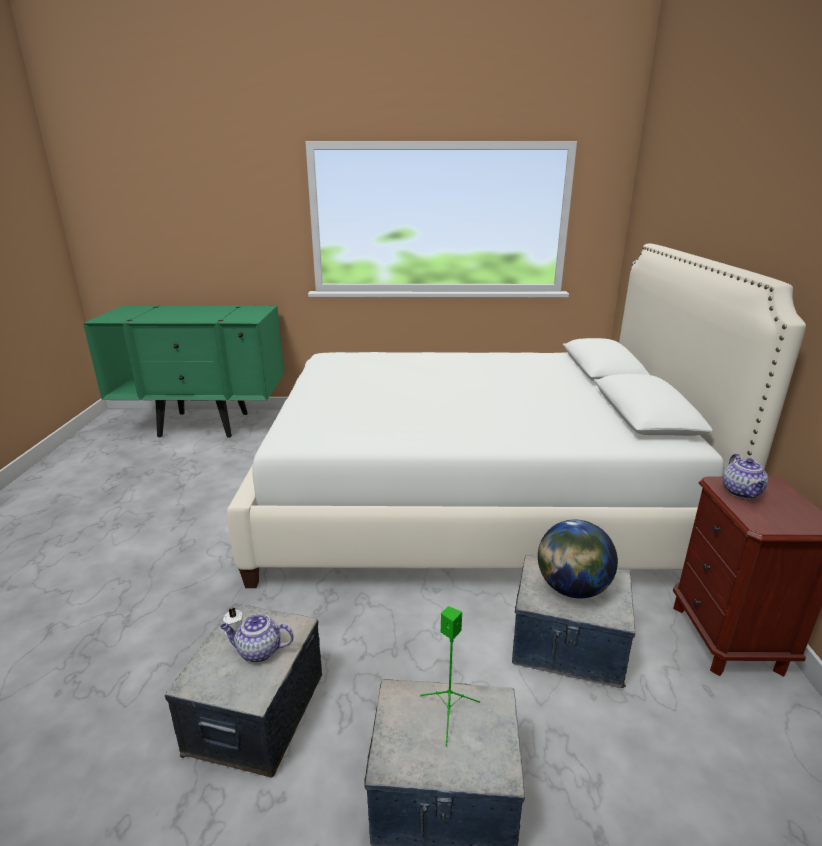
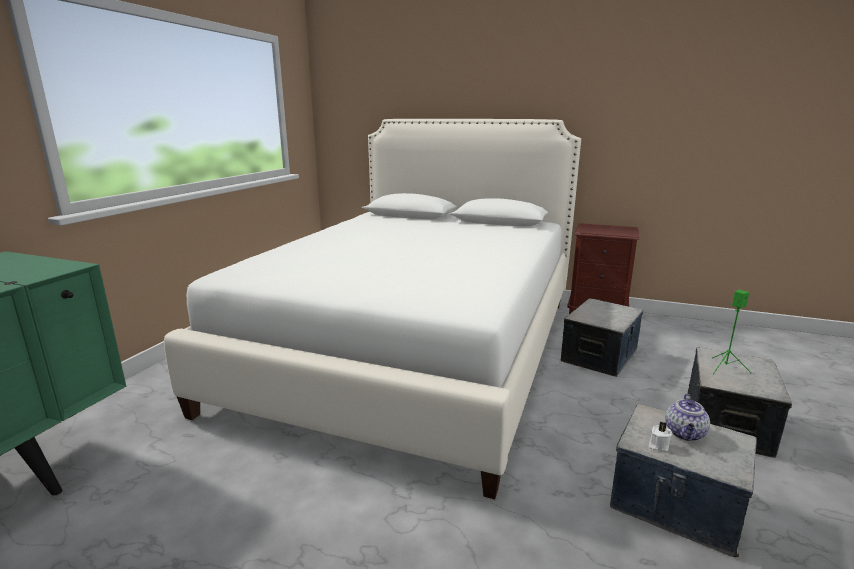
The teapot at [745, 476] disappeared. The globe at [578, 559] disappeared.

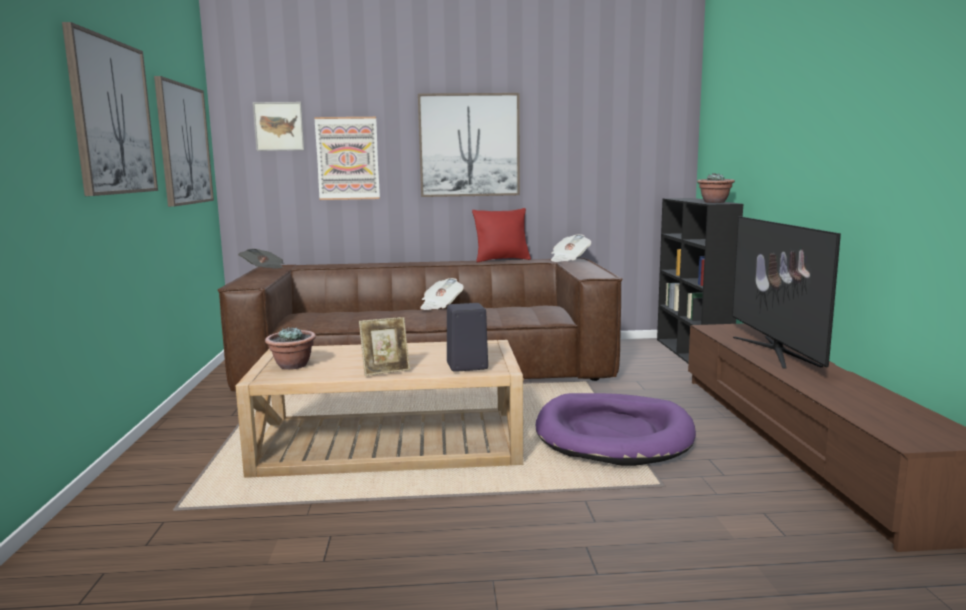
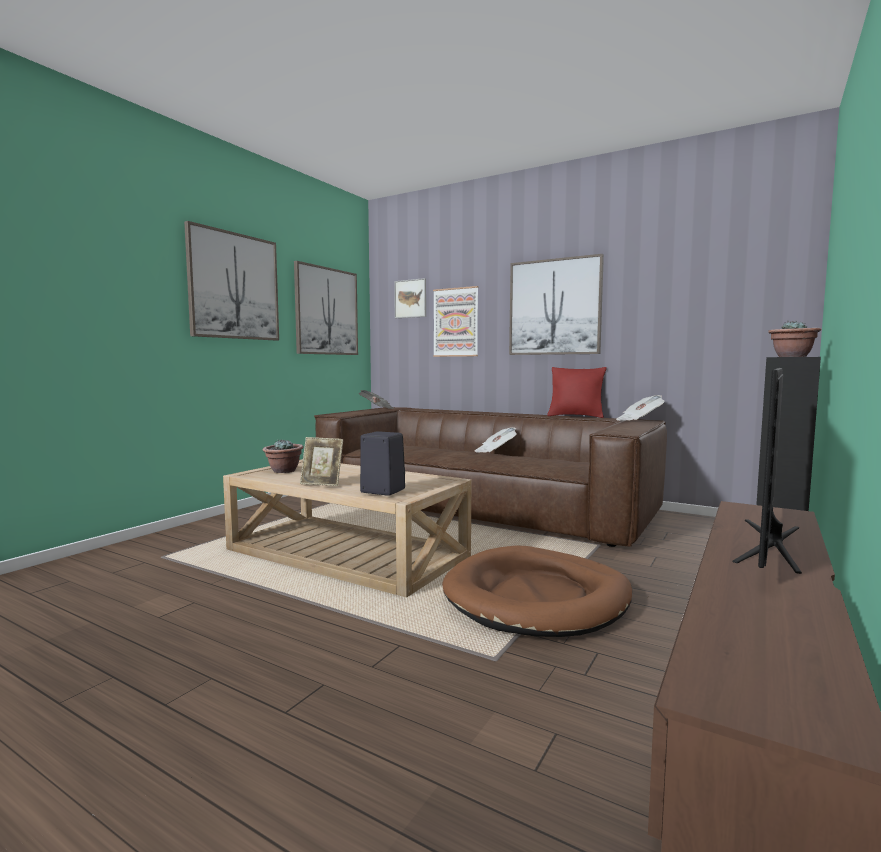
The purple dog bed at [616, 429] became the brown dog bed at [537, 591].

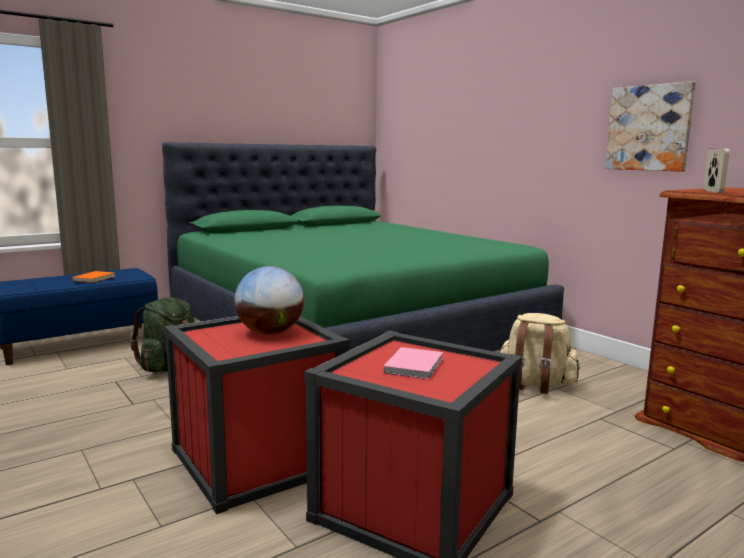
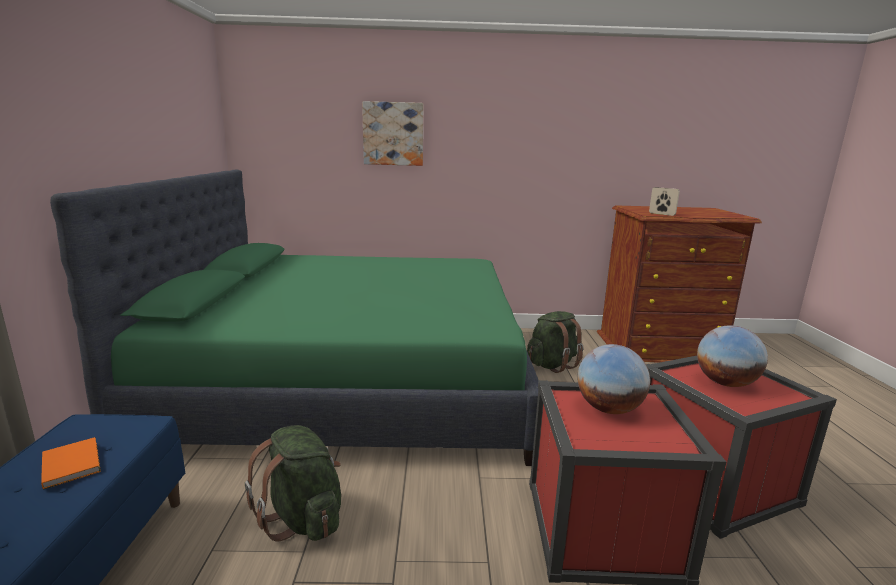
The picture moved from [650, 126] to [392, 133]. The beige backpack at [539, 353] became the green backpack at [555, 342]. The pink book at [413, 363] was replaced by the globe at [732, 356].

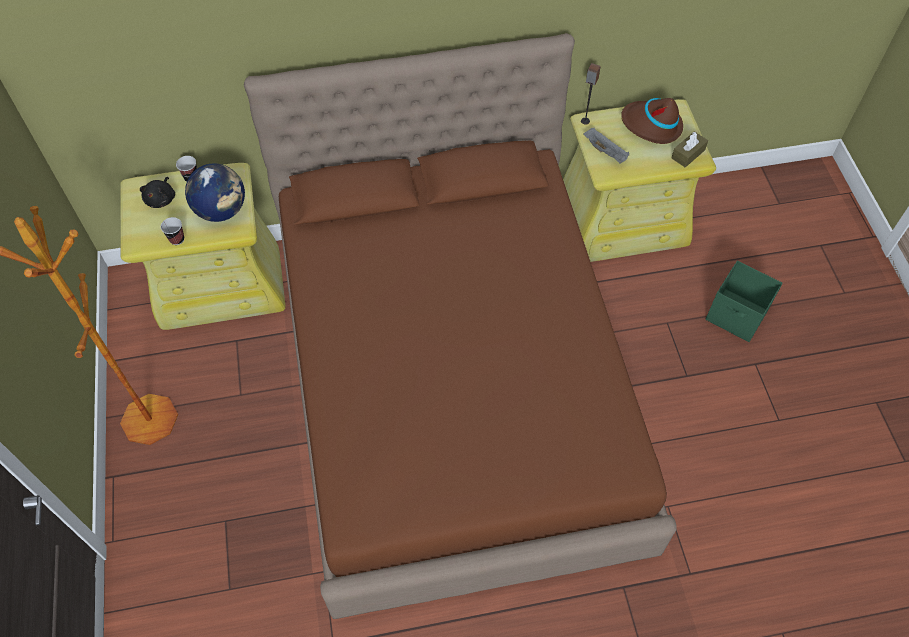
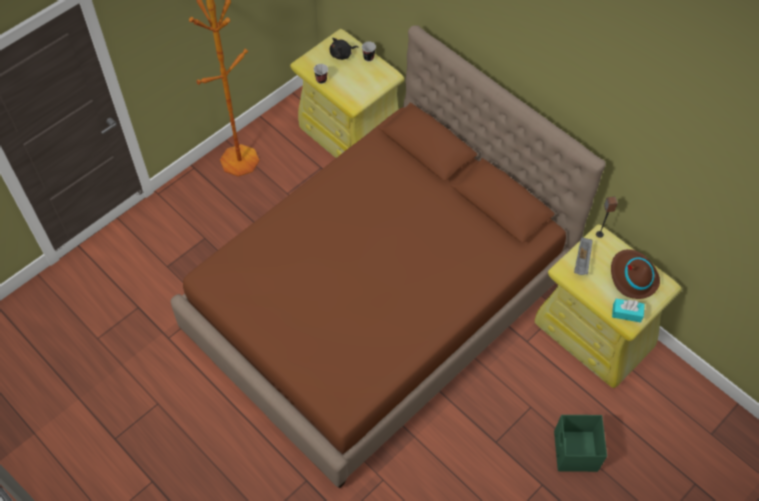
The brown tissue box at [690, 149] became the turquoise tissue box at [628, 310]. The globe at [215, 192] disappeared.

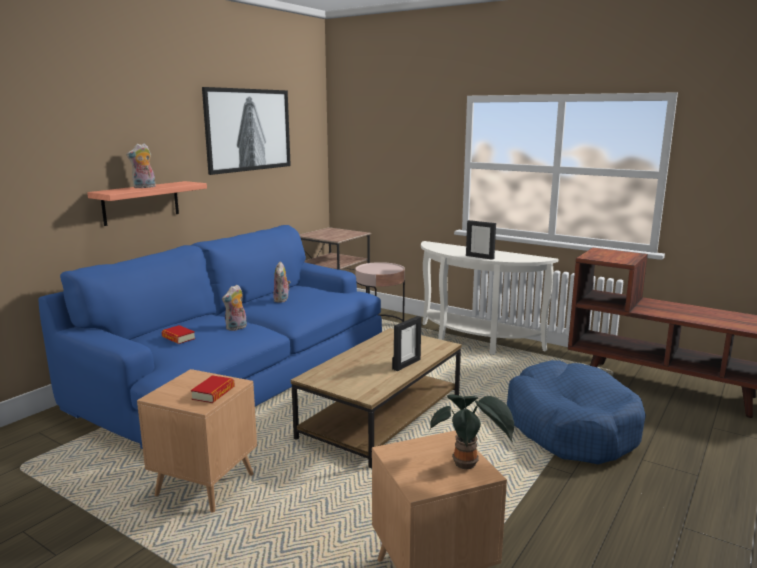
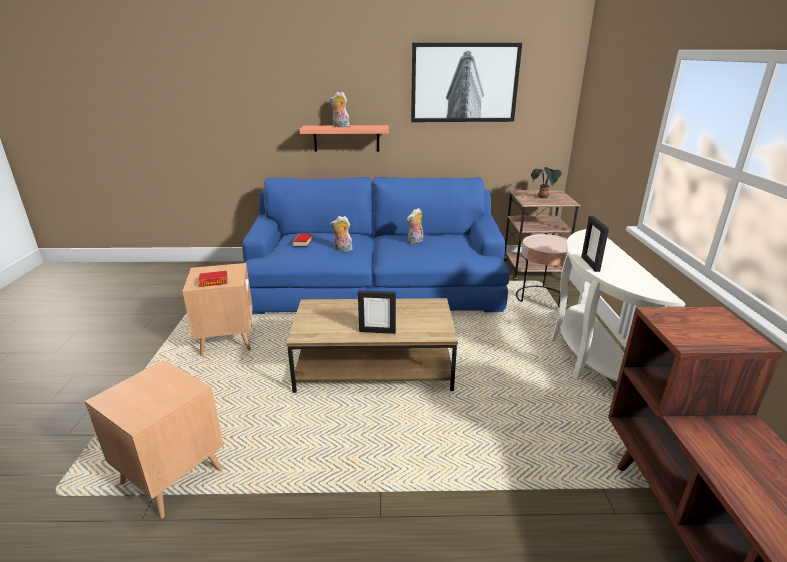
The blue dog bed at [576, 412] disappeared. The potted plant moved from [472, 431] to [546, 182].

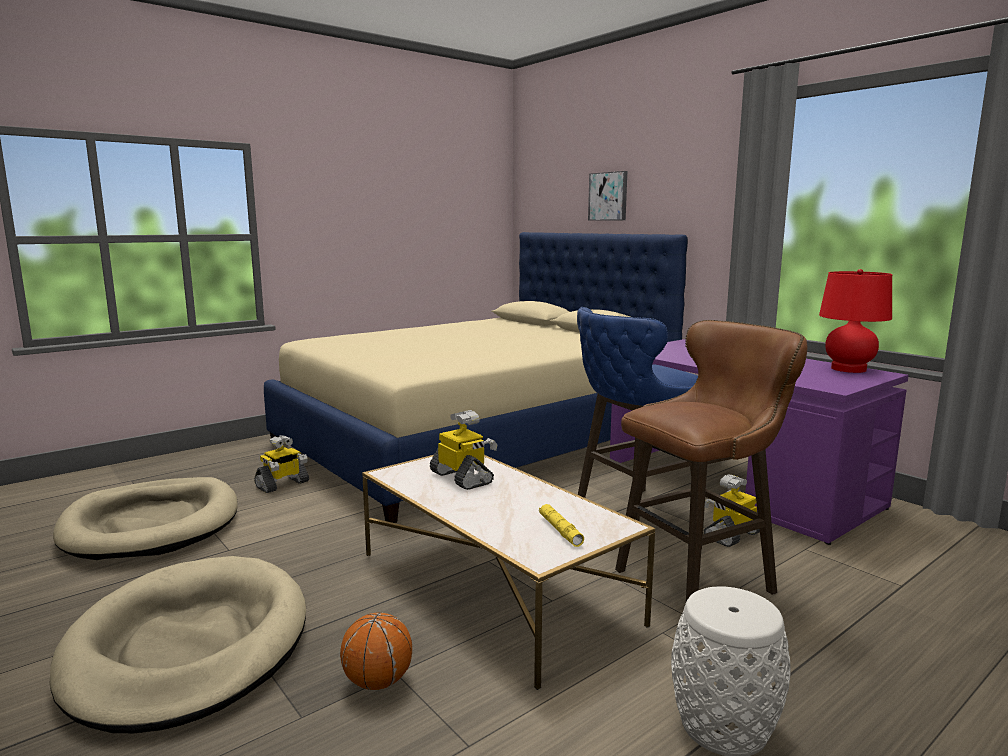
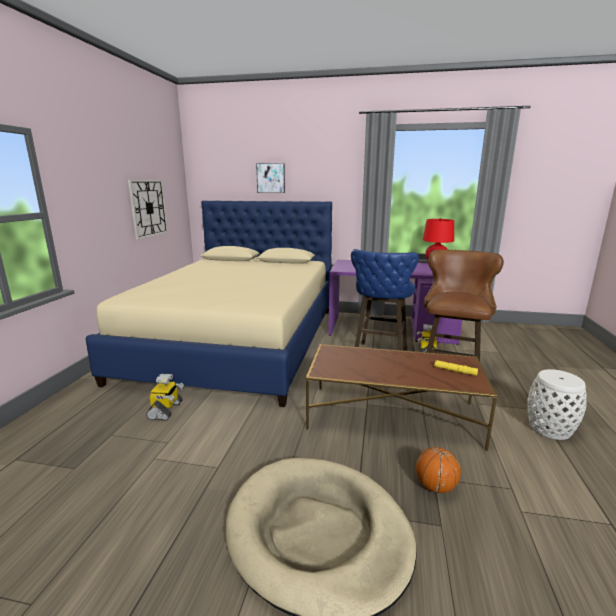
The toy robot at [464, 450] disappeared. The white coffee table at [508, 572] became the brown coffee table at [401, 397]. The beige dog bed at [145, 518] disappeared. The wall clock at [148, 209] appeared.

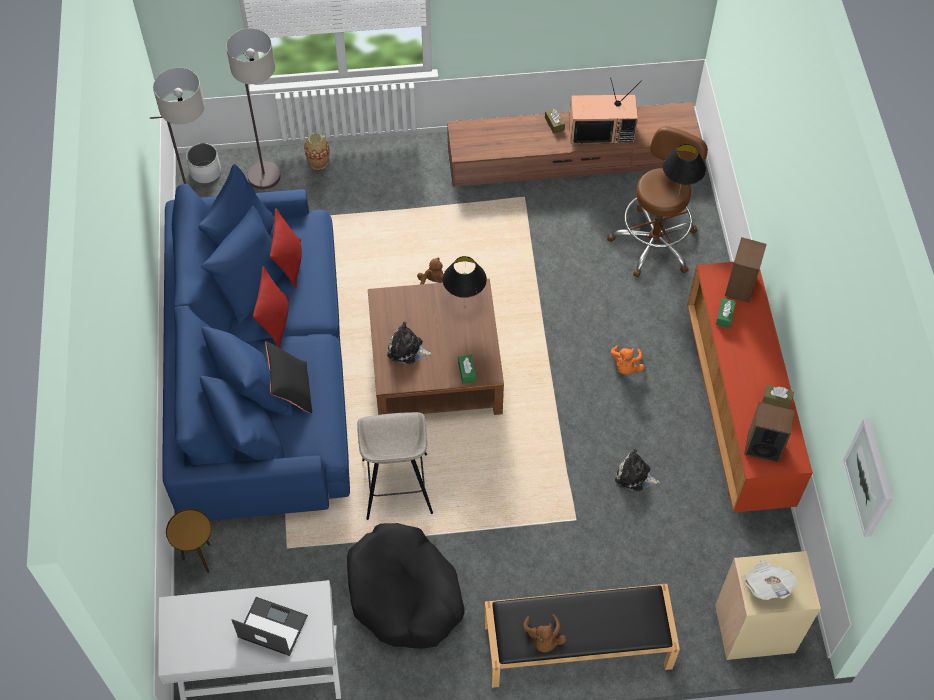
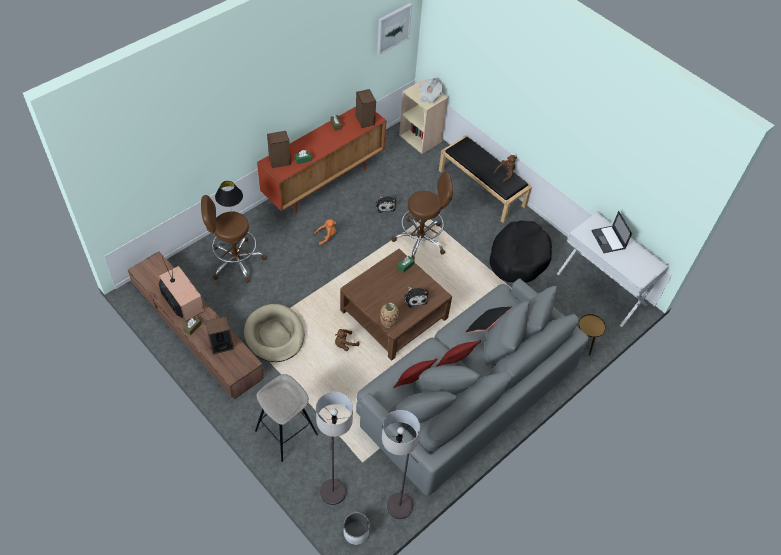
The vase moved from [317, 151] to [389, 315]. The blue sofa at [256, 342] became the grey sofa at [472, 387]. The black table lamp at [465, 280] disappeared. The grey stool moved from [395, 466] to [286, 418]. The brown stool at [422, 215] appeared. The beige dog bed at [274, 333] appeared. The speaker at [219, 335] appeared.

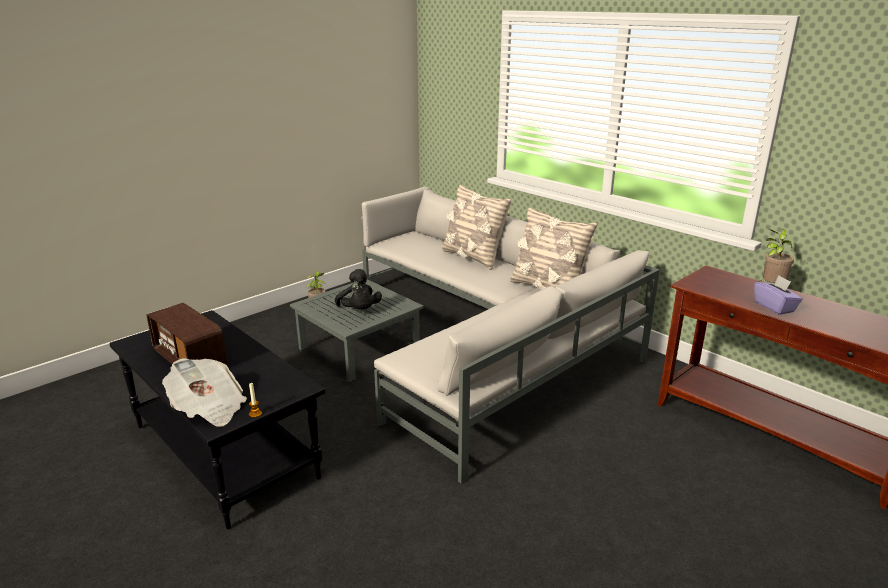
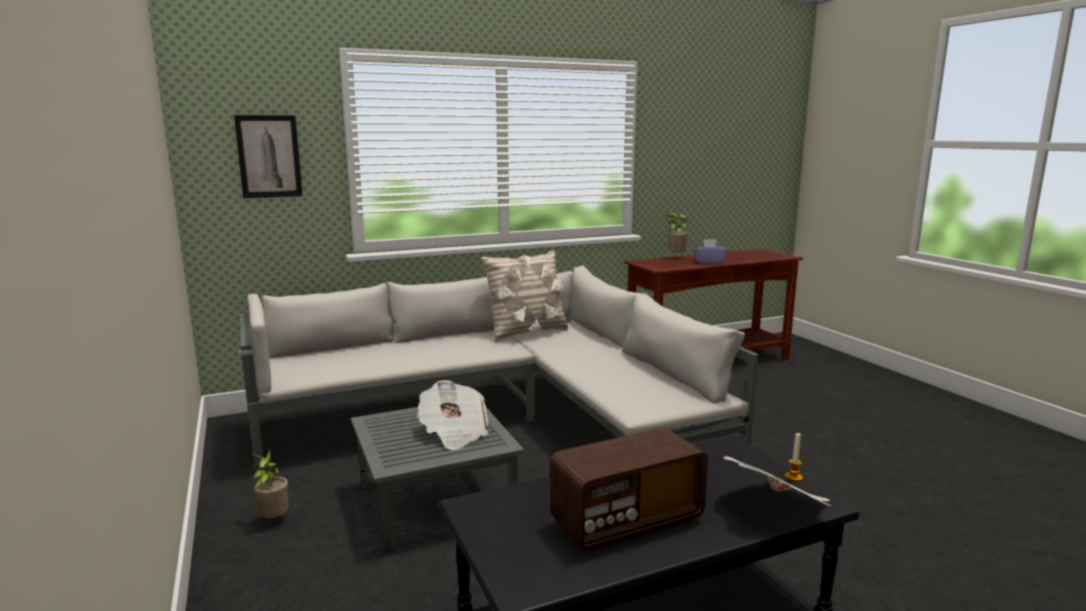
The beige pillow at [476, 227] disappeared. The black plush toy at [358, 289] was replaced by the newspaper at [452, 415]. The picture at [268, 156] appeared.

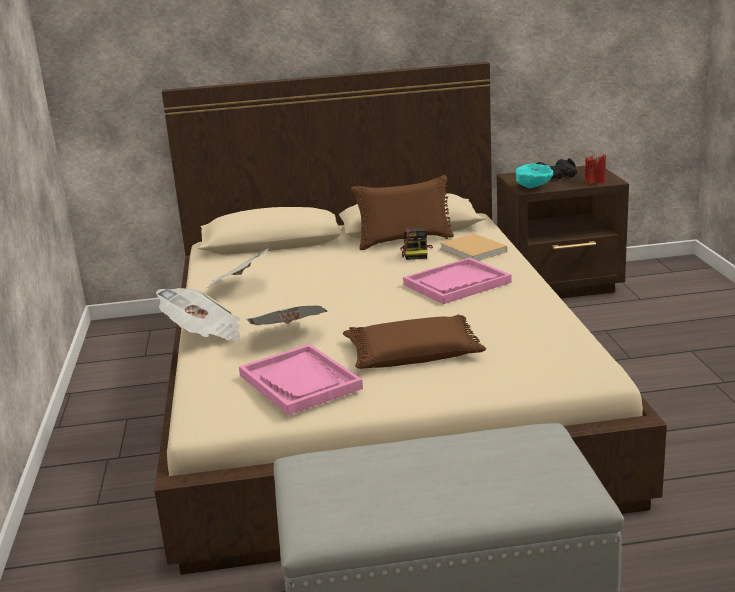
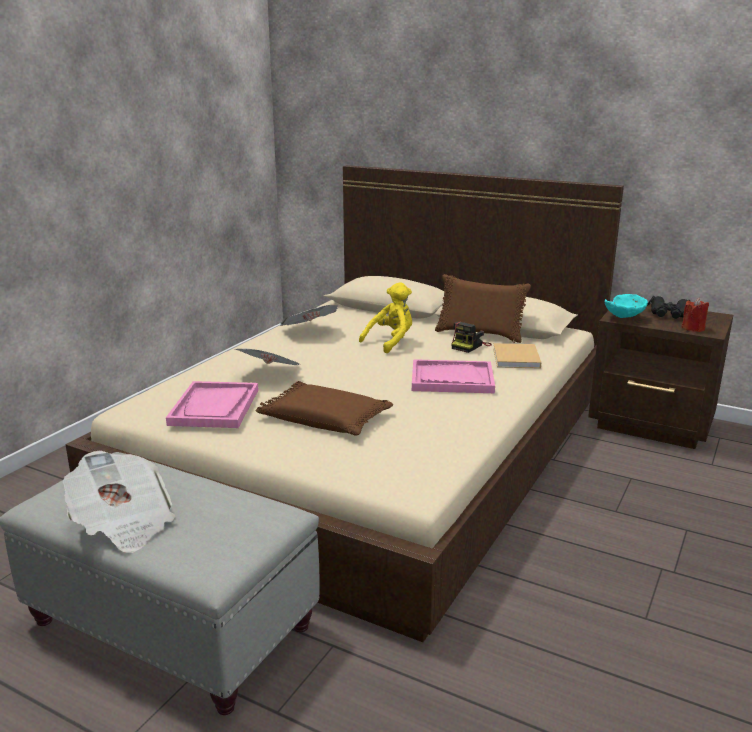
The newspaper moved from [198, 314] to [119, 501]. The yellow plush toy at [385, 317] appeared.

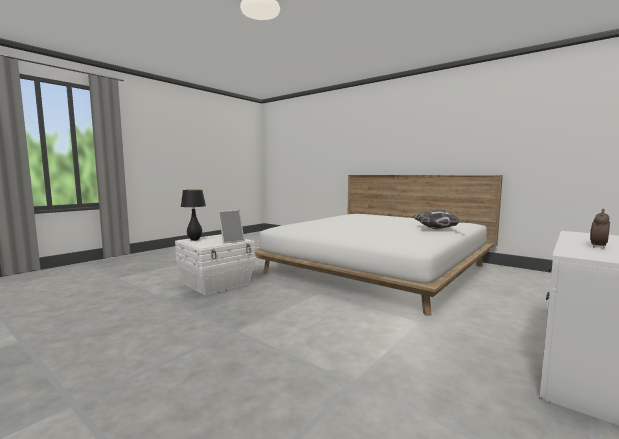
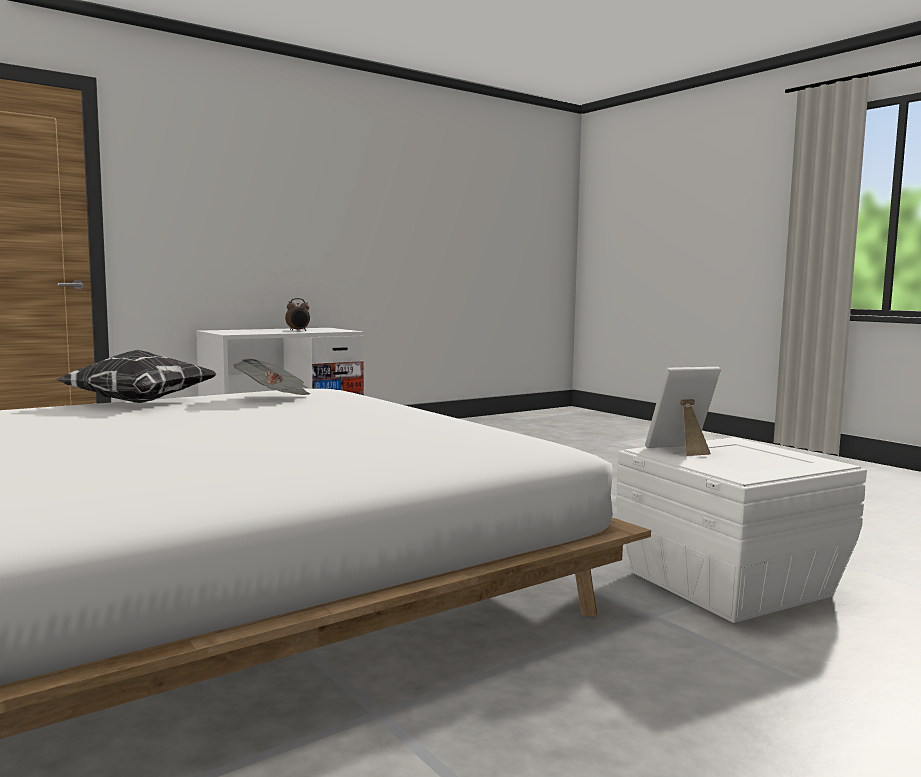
The black table lamp at [193, 215] disappeared. The newspaper at [271, 377] appeared.

